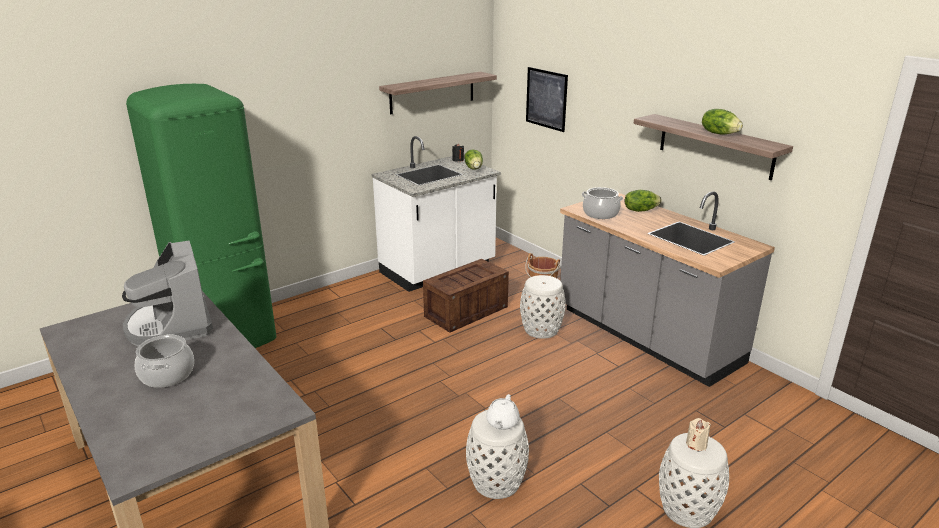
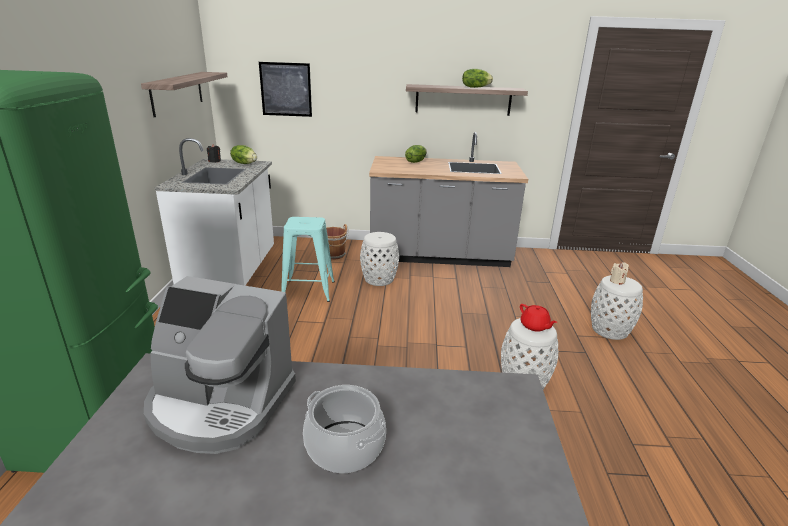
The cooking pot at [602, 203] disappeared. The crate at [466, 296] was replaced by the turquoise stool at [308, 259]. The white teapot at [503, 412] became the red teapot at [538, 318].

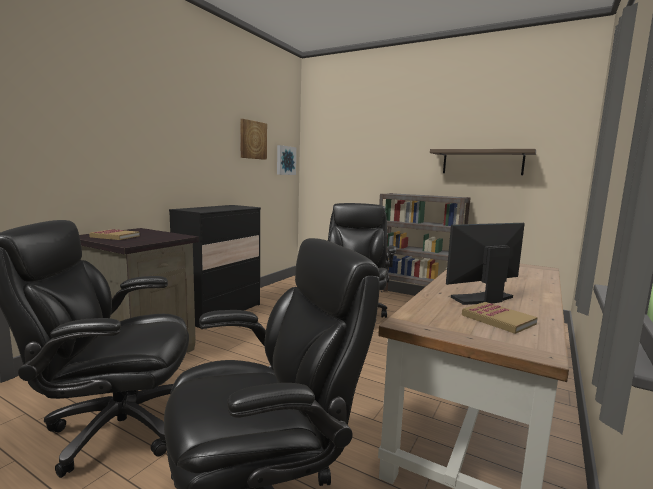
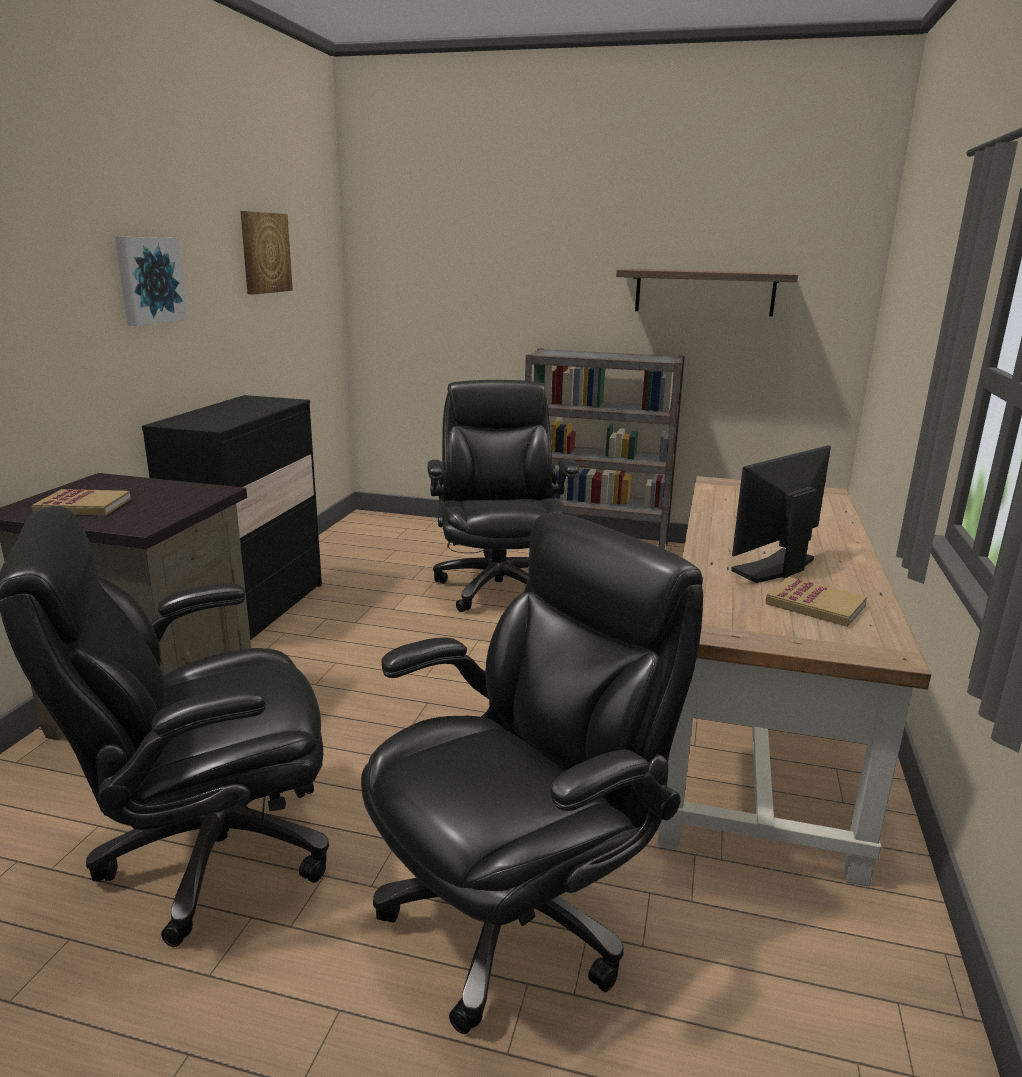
The picture moved from [286, 160] to [151, 281].

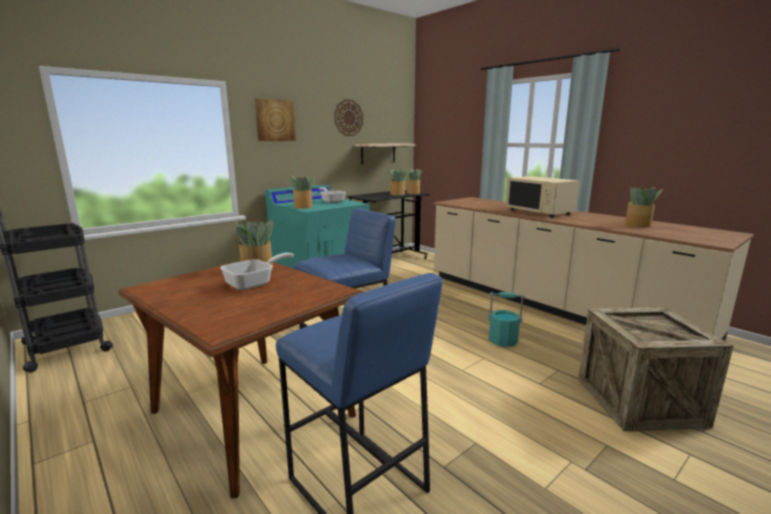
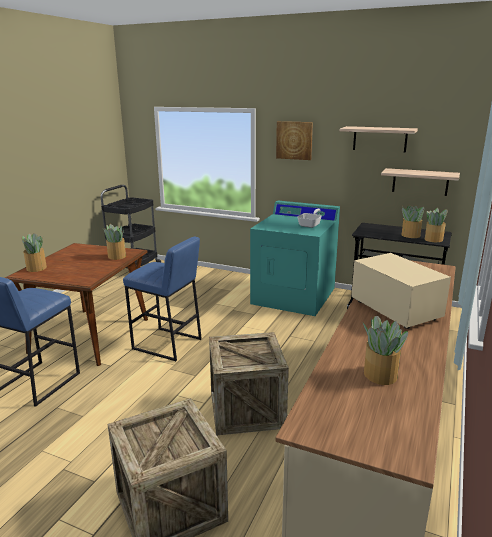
The wall clock at [349, 118] was replaced by the shelf at [379, 139]. The potted plant moved from [302, 192] to [34, 252]. The beige microwave at [542, 196] turned 120 degrees clockwise. The frying pan at [257, 271] disappeared. The turquoise bucket at [506, 319] was replaced by the crate at [249, 383].

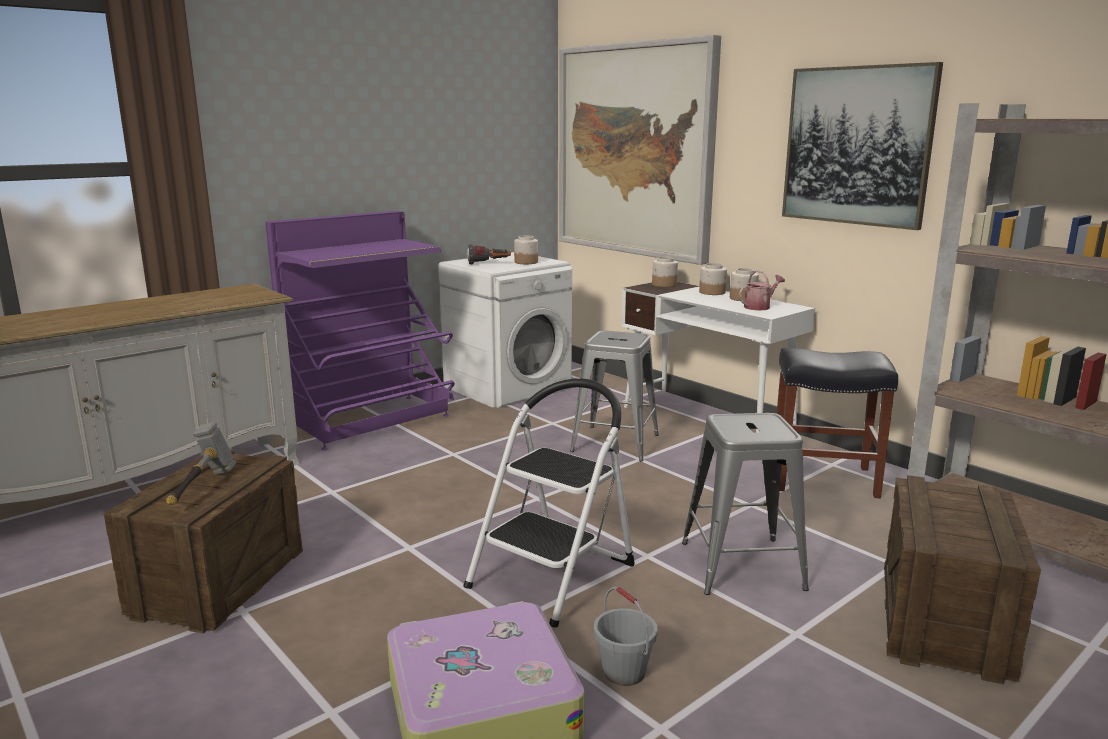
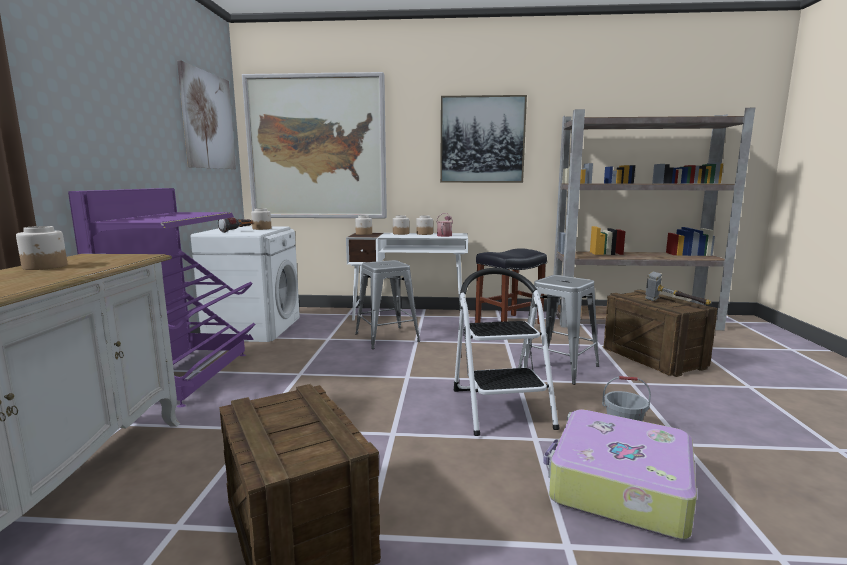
The hammer moved from [201, 463] to [678, 288]. The picture at [206, 114] appeared. The jar at [42, 248] appeared.

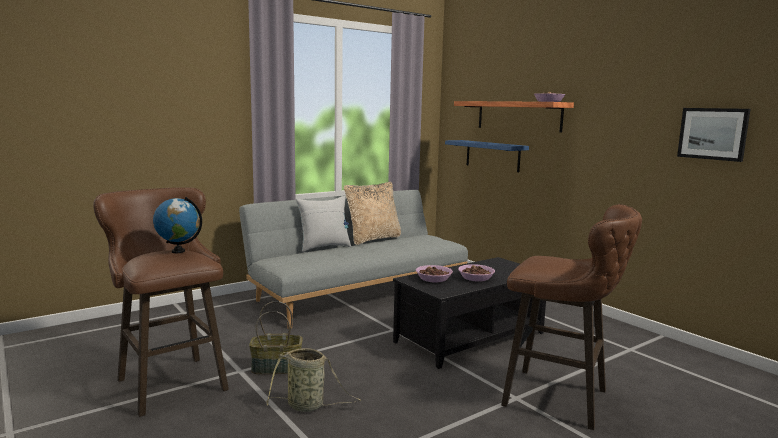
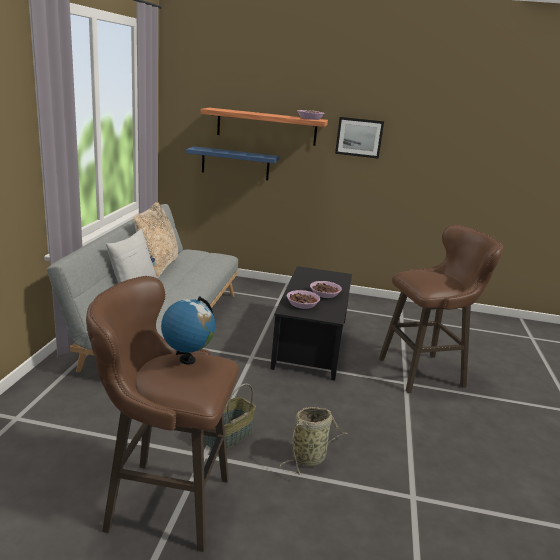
The picture moved from [714, 135] to [359, 138].

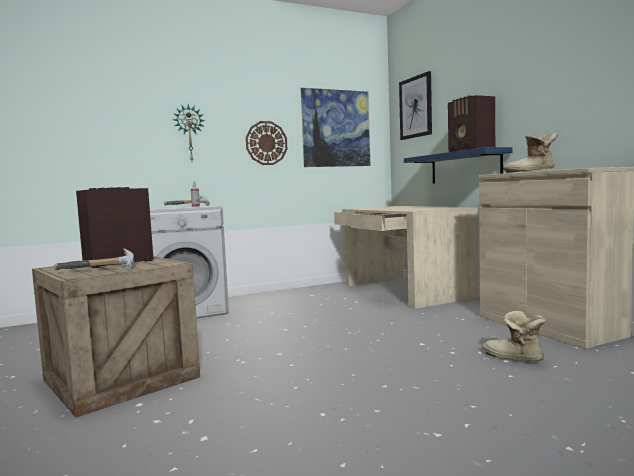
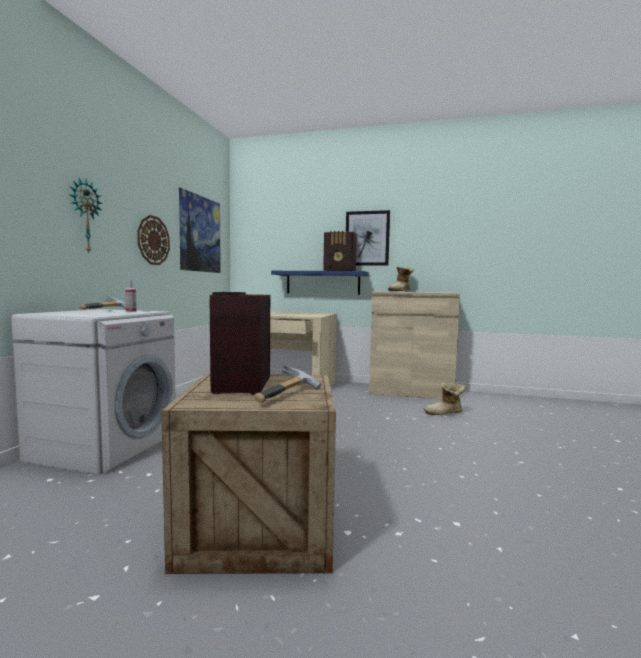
The picture moved from [415, 105] to [368, 238].

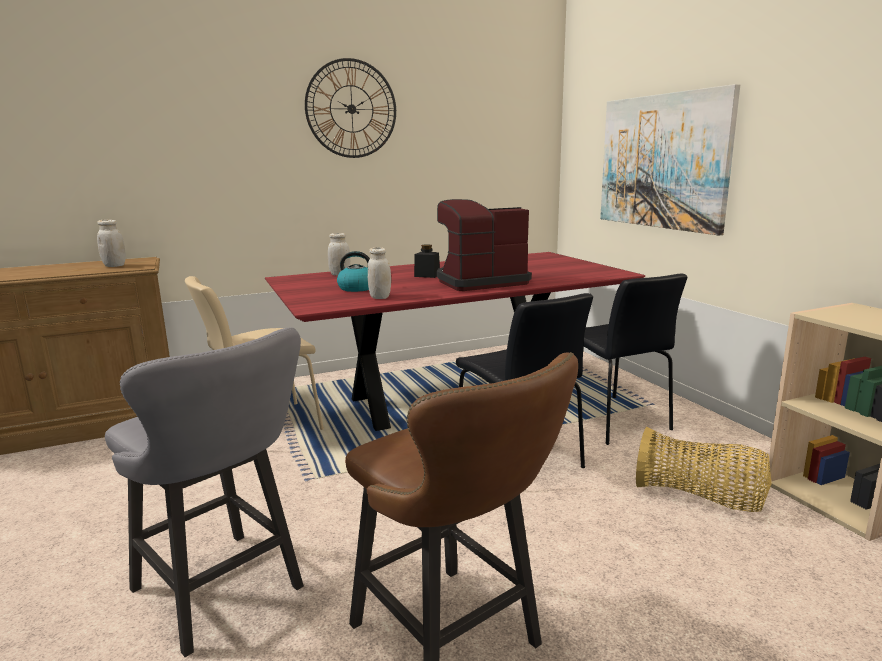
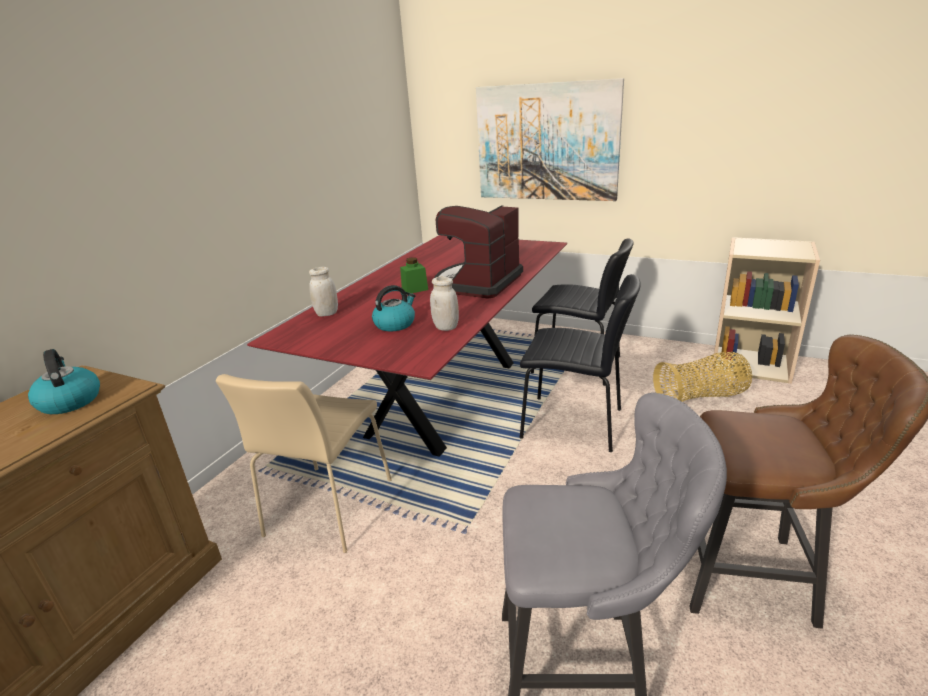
The wall clock at [350, 108] disappeared. The white jar at [111, 243] was replaced by the kettle at [64, 381]. The black jar at [427, 261] became the green jar at [414, 275].

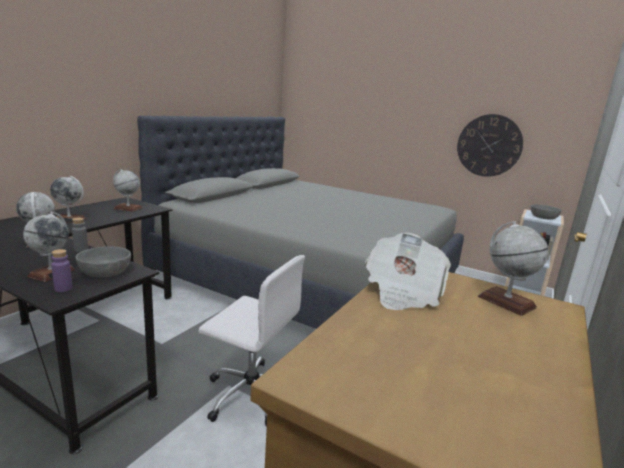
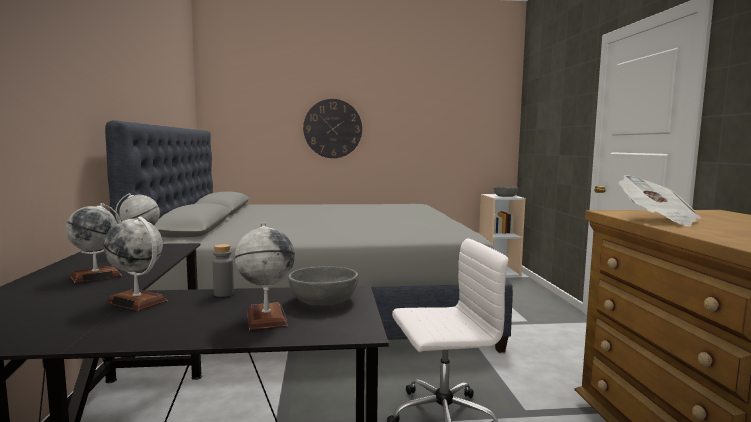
The wall clock moved from [490, 145] to [332, 128]. The globe at [513, 268] disappeared. The purple bottle at [61, 270] disappeared.

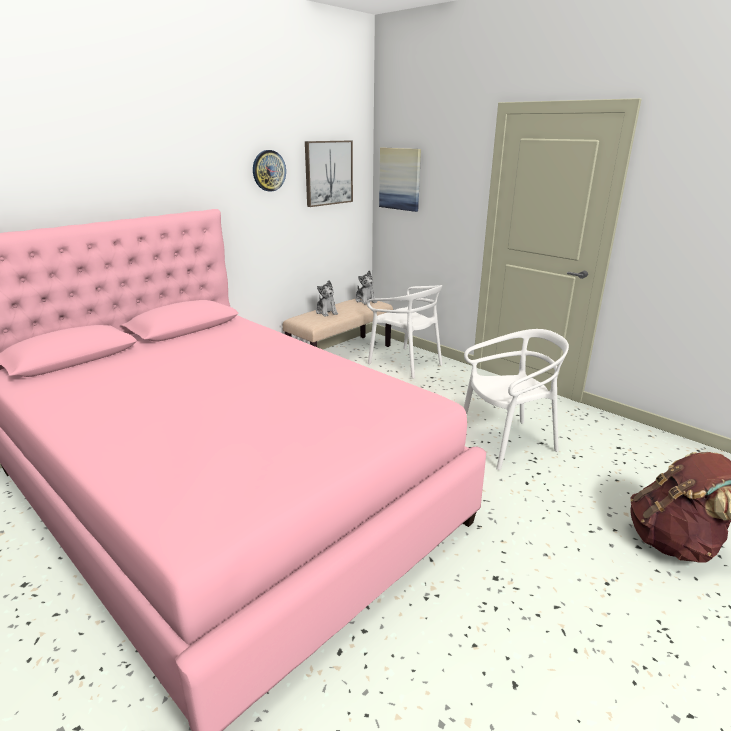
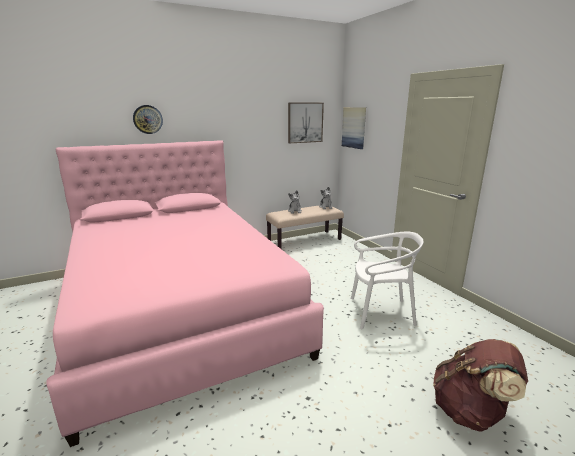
The wall clock moved from [269, 171] to [148, 119]. The white chair at [404, 332] disappeared.

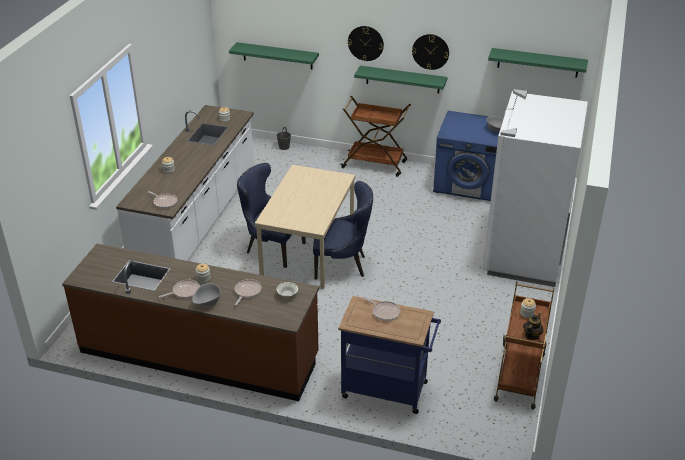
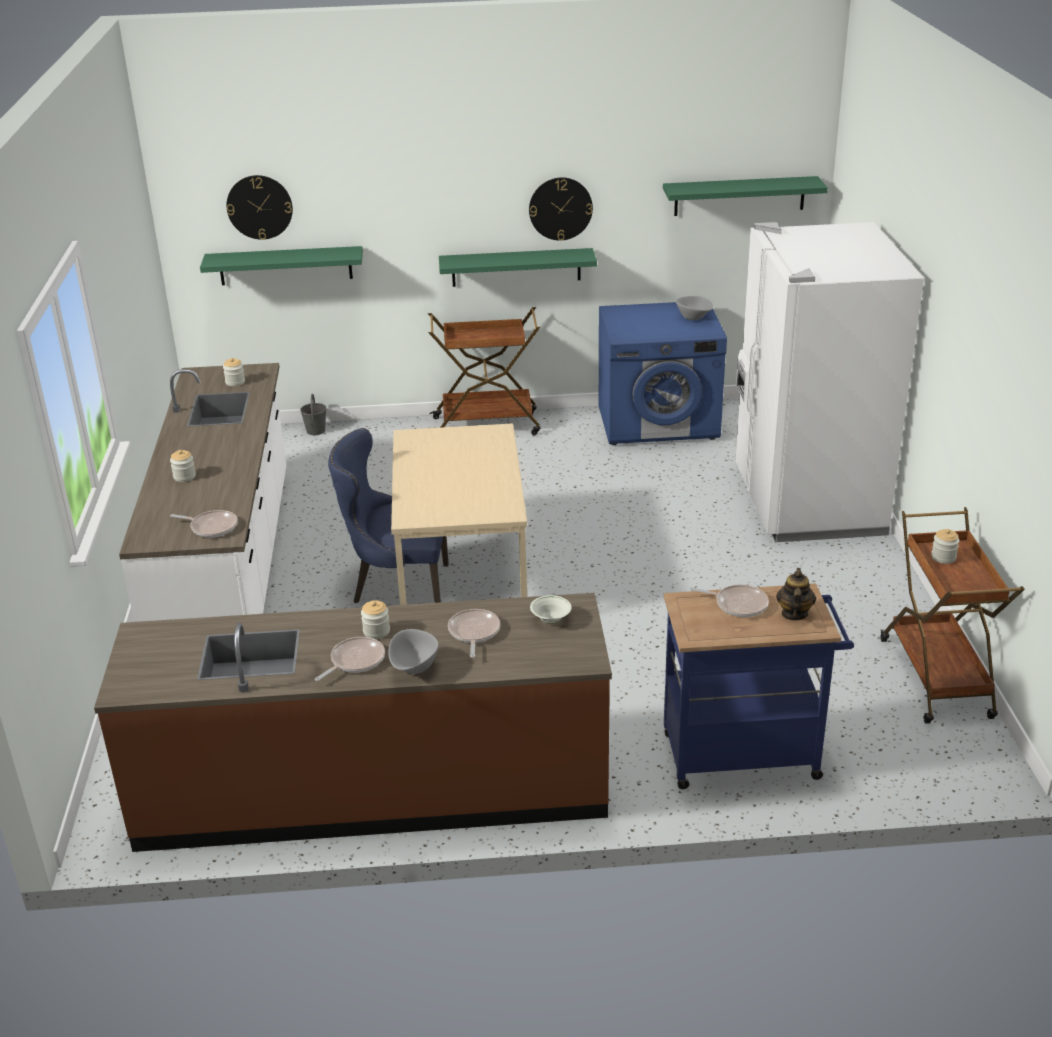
The wall clock moved from [366, 43] to [259, 207]. The blue chair at [343, 230] disappeared. The teapot moved from [533, 326] to [796, 594].

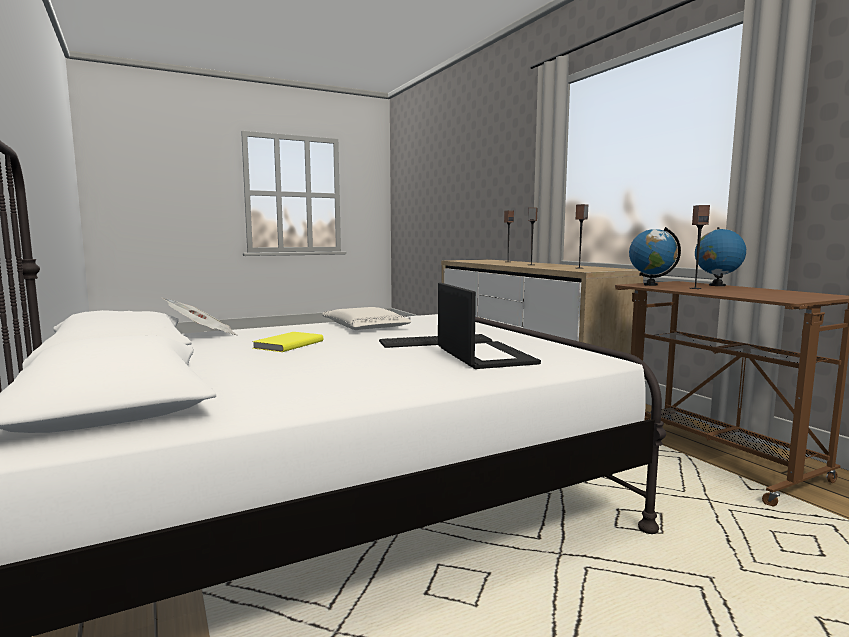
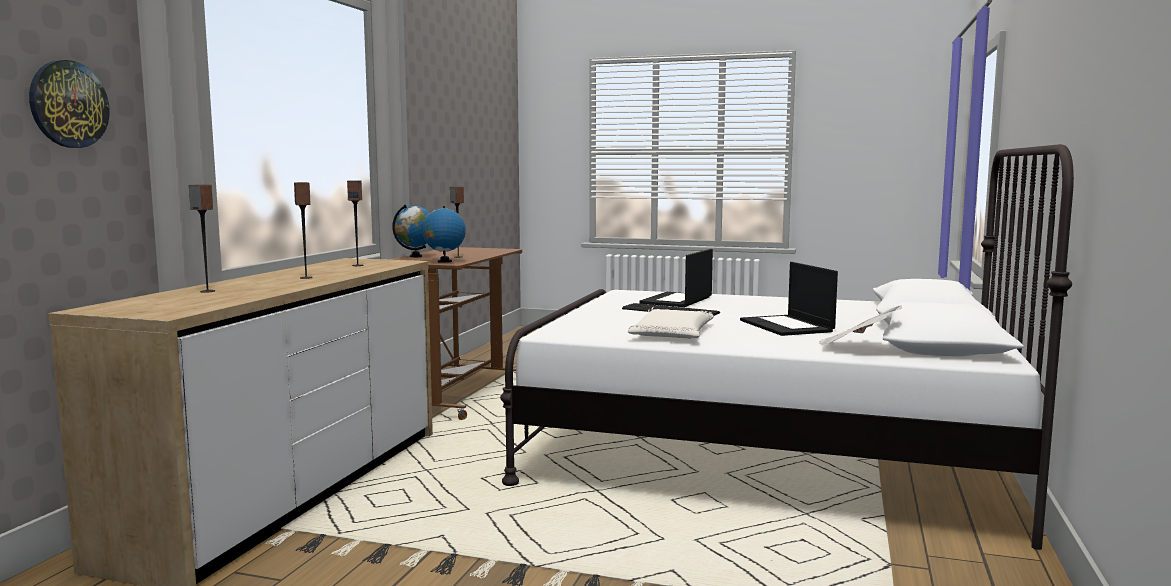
The yellow book at [287, 342] was replaced by the laptop at [789, 299]. The wall clock at [69, 104] appeared.

